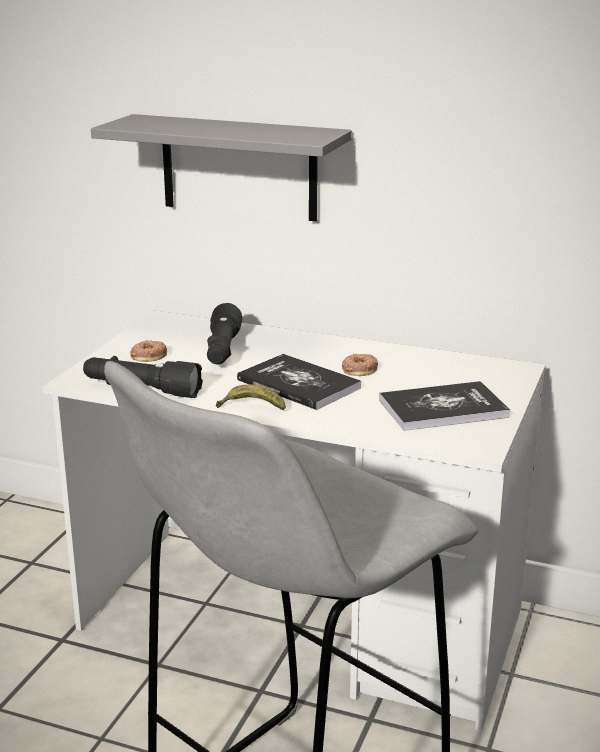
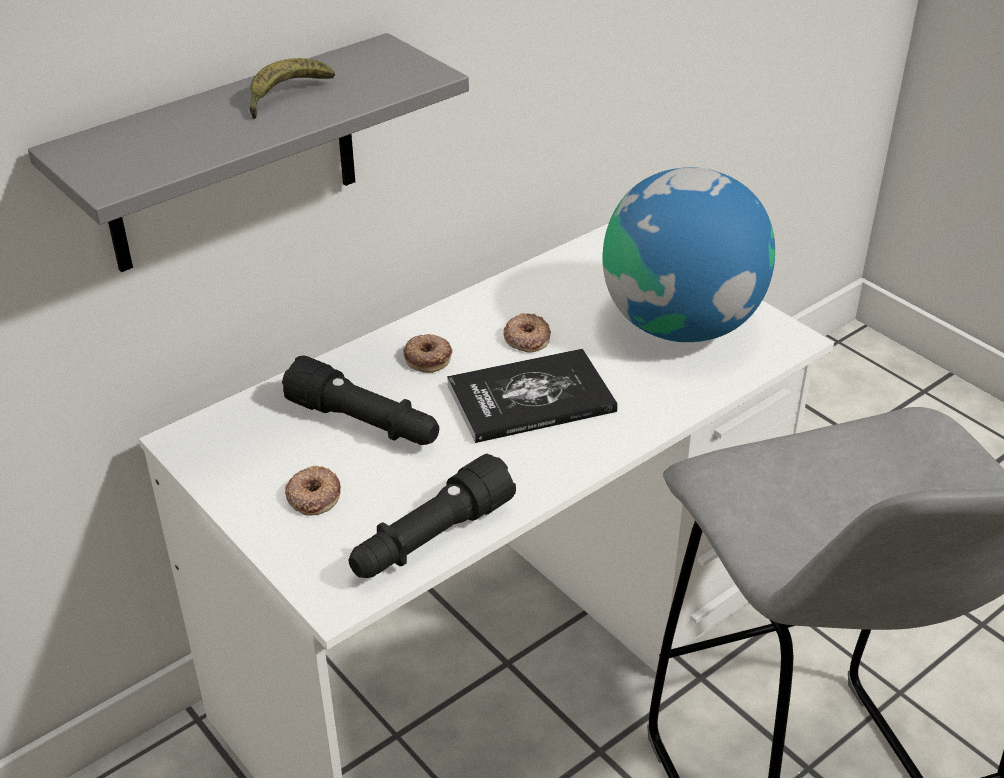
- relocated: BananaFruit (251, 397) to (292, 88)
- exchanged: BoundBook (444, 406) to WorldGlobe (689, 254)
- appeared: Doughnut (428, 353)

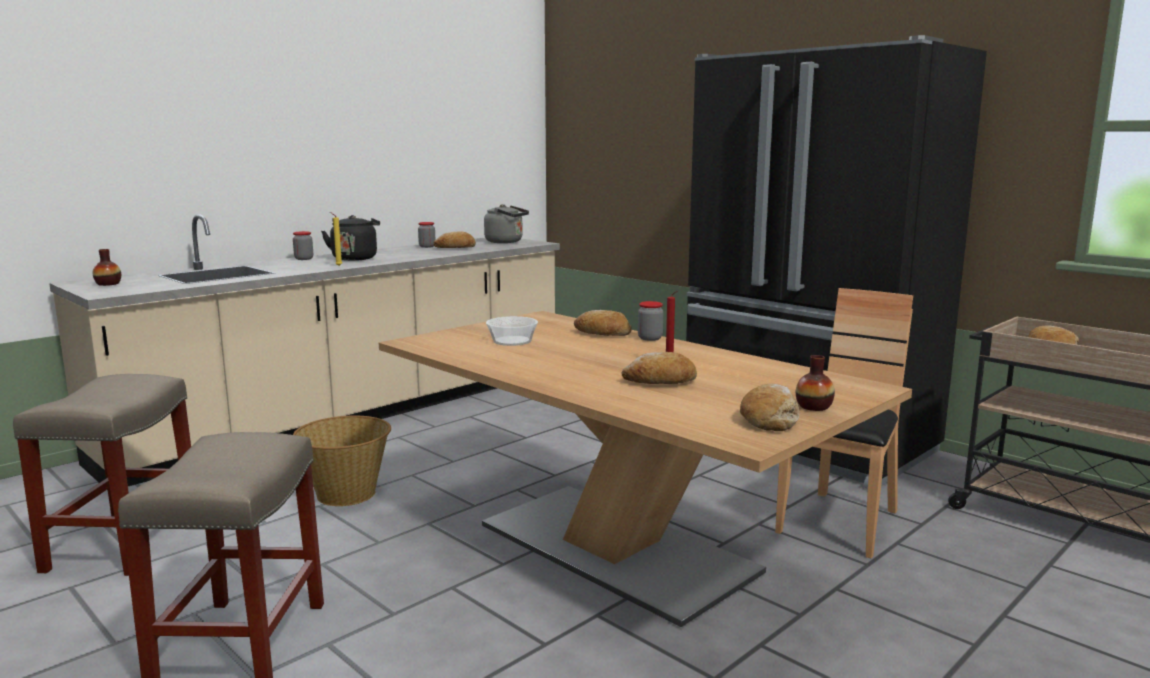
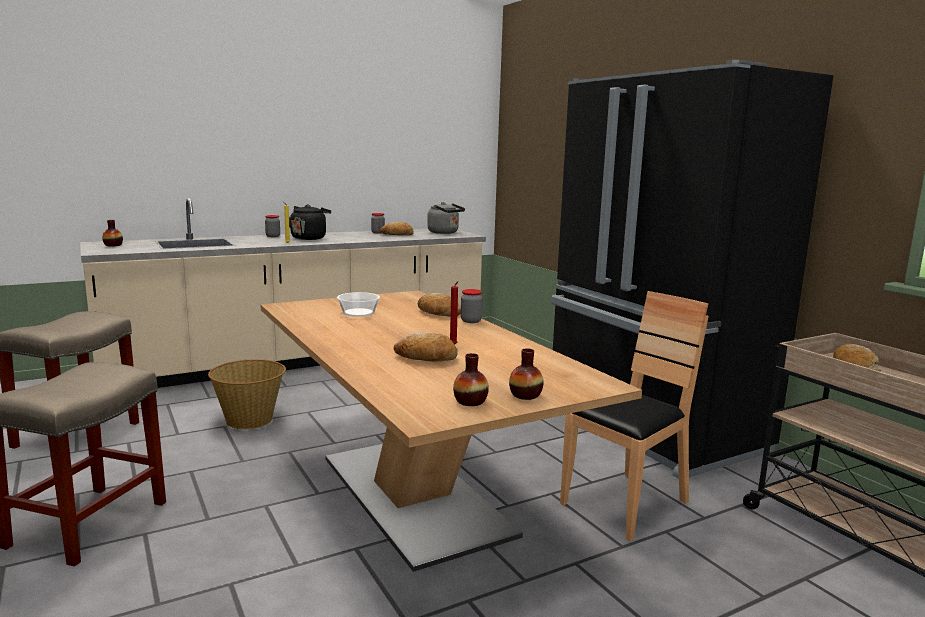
- exchanged: Bread (769, 407) to Vase (471, 379)

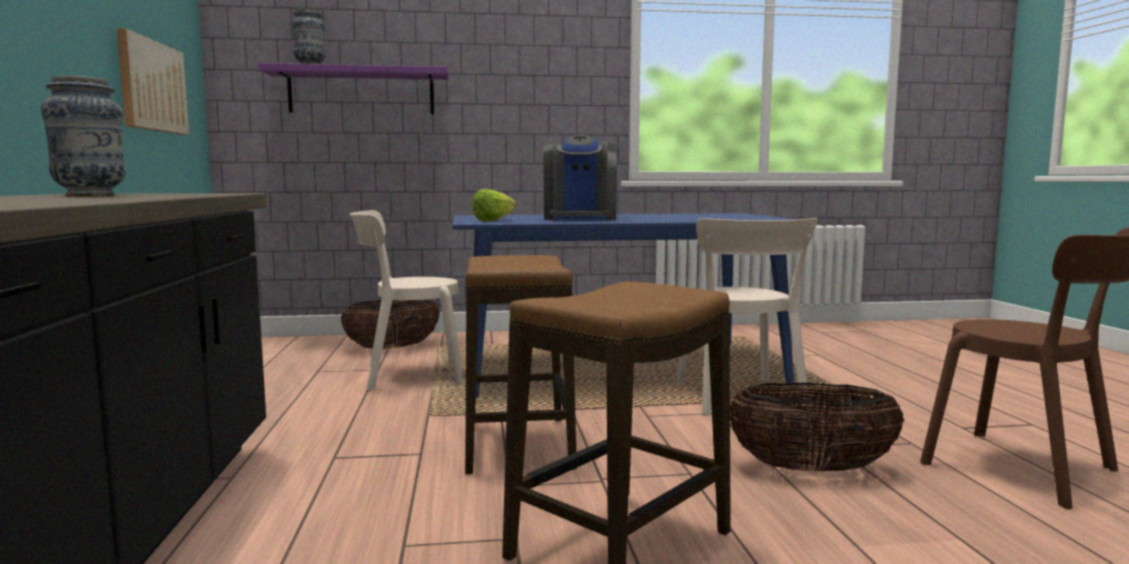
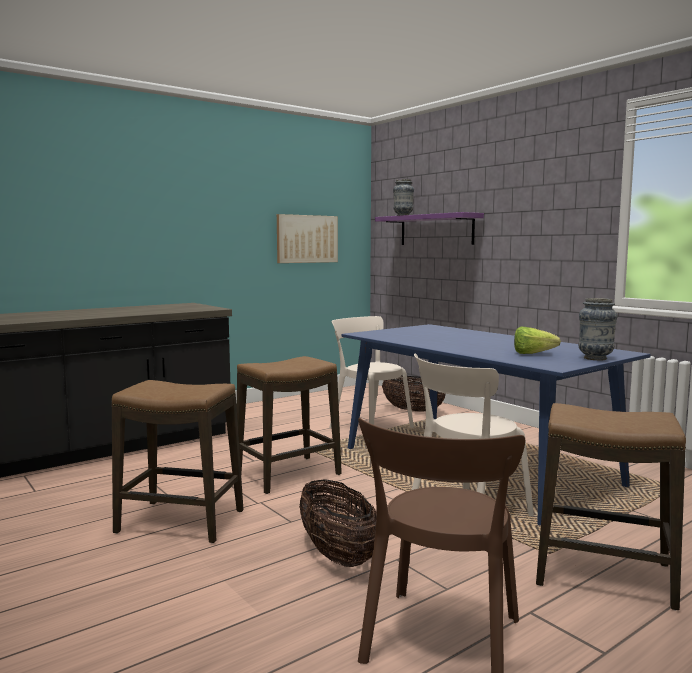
- relocated: Vase (83, 135) to (598, 329)
- relocated: LettuceHead (494, 205) to (537, 340)
- missing: CoffeeMachine (581, 177)
- appeared: SittingStool (611, 506)

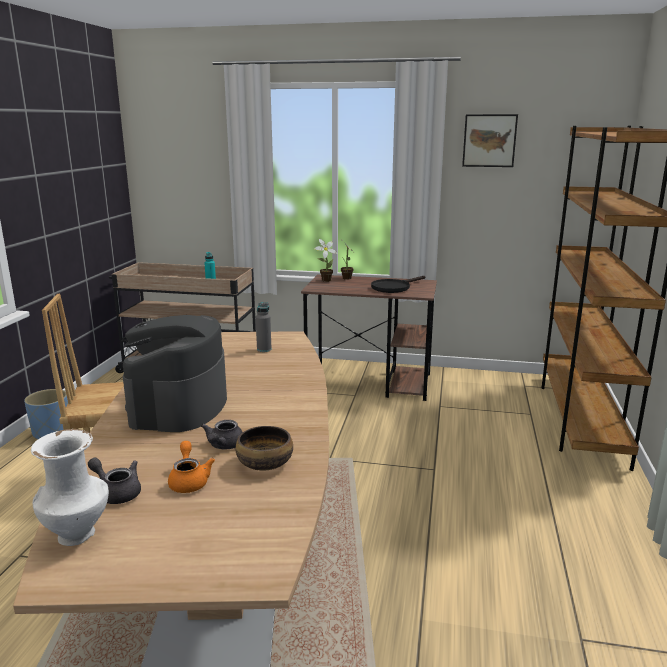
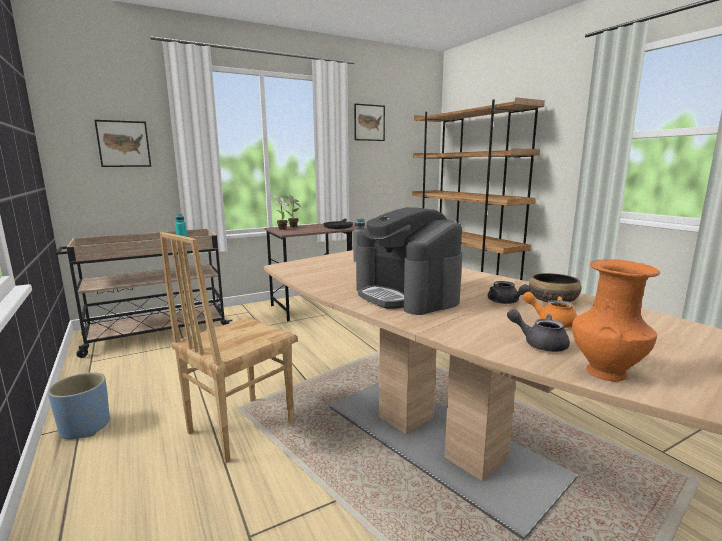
- colour: WhiteVase (70, 487) to OrangeVase (616, 320)
- spun: GrayTeaPot (114, 480) = (538, 330) 45 degrees clockwise
- appeared: WallArt (122, 143)

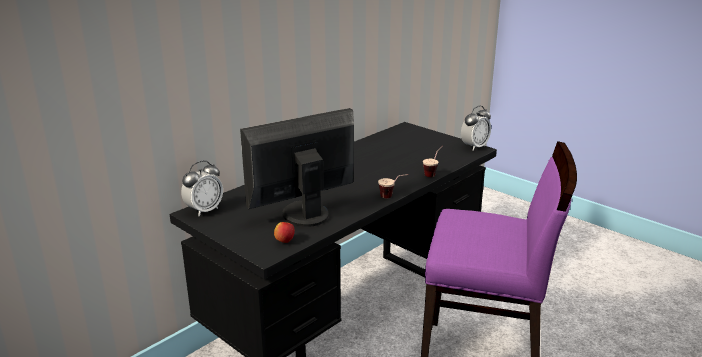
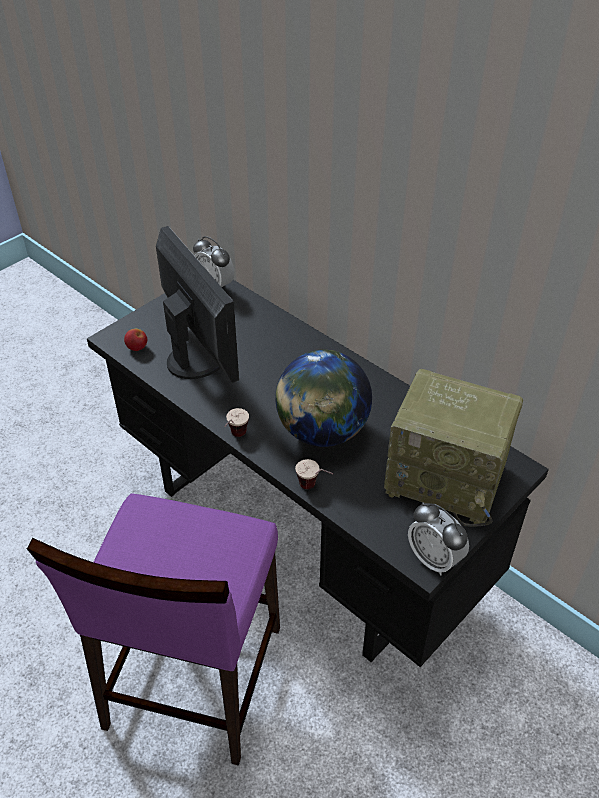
- appeared: WorldGlobe (323, 398)
- appeared: RadioReceiver (453, 448)

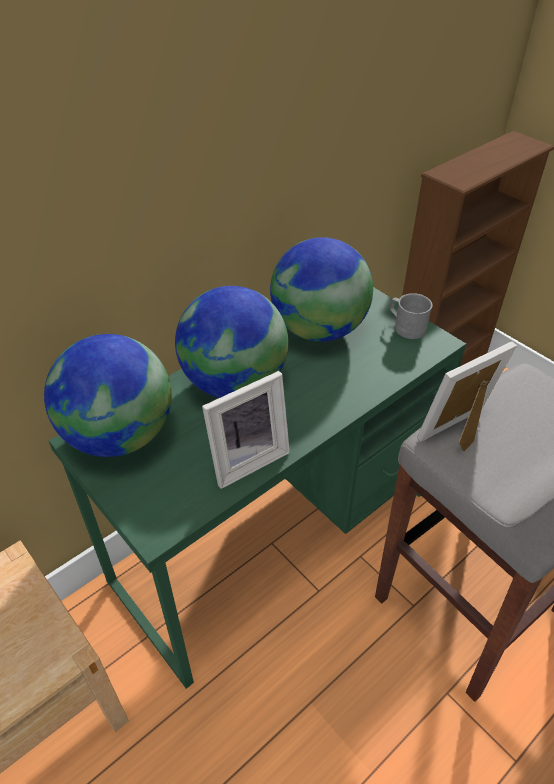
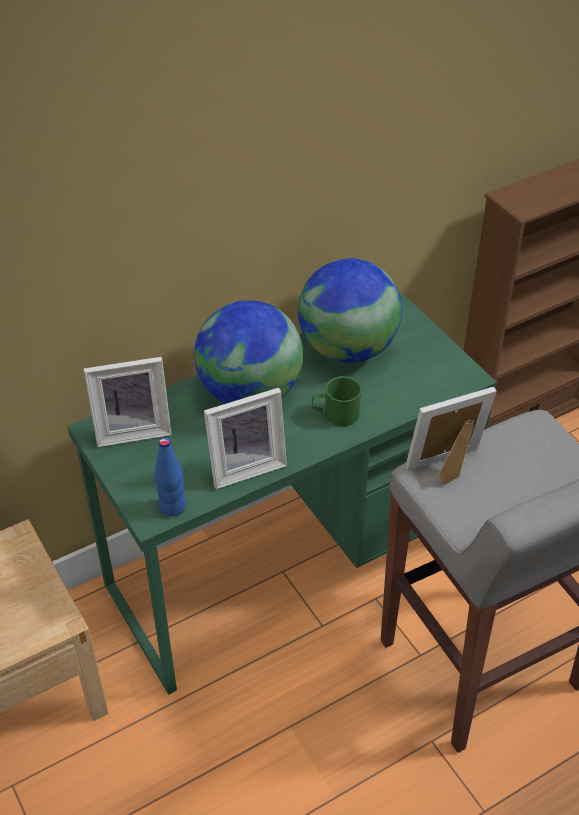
- exchanged: WorldGlobe (107, 395) to PictureFrame (128, 402)
- missing: GrayMug (411, 316)
- appeared: BlueDrinkBottle (170, 477)
- appeared: GreenishMug (337, 401)

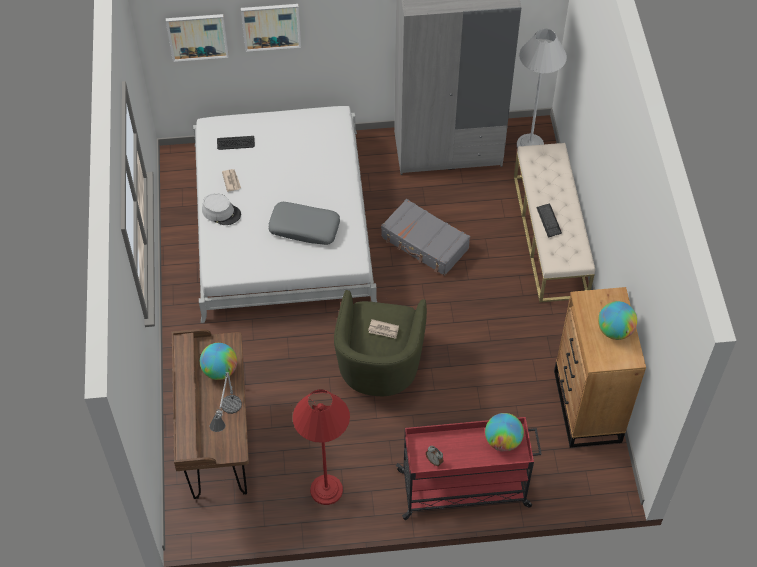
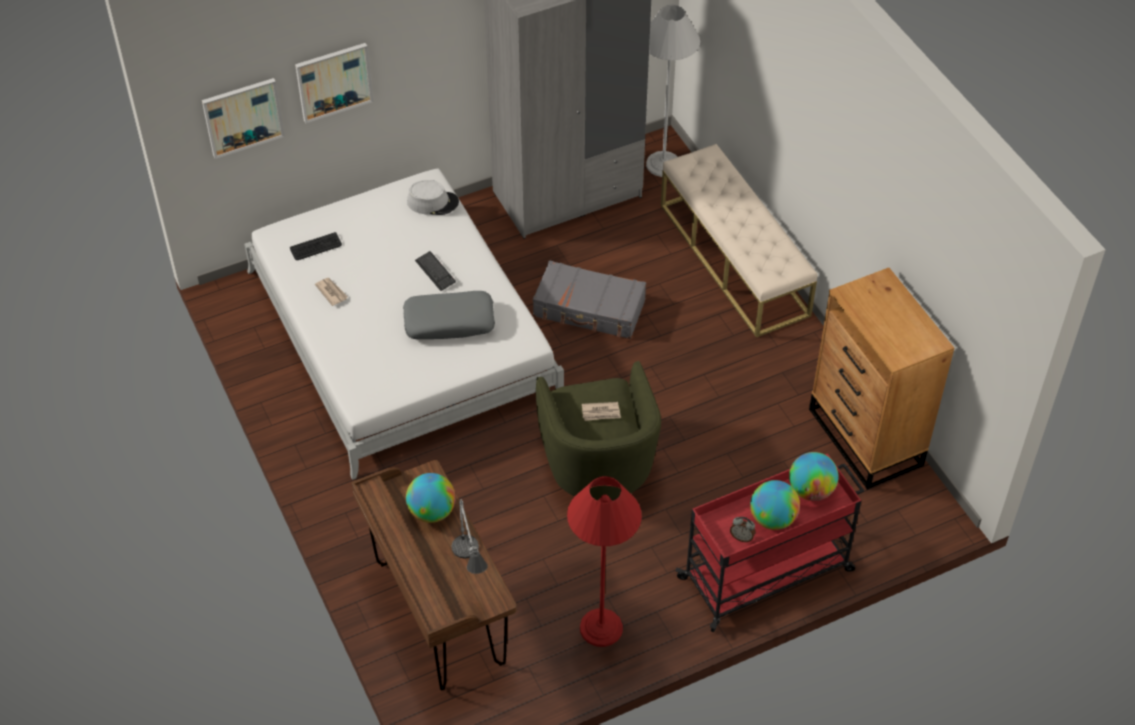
- relocated: GrayHat (221, 209) to (433, 197)
- relocated: ComputerKeyboard (549, 220) to (435, 271)
- relocated: WorldGlobe (617, 320) to (775, 505)

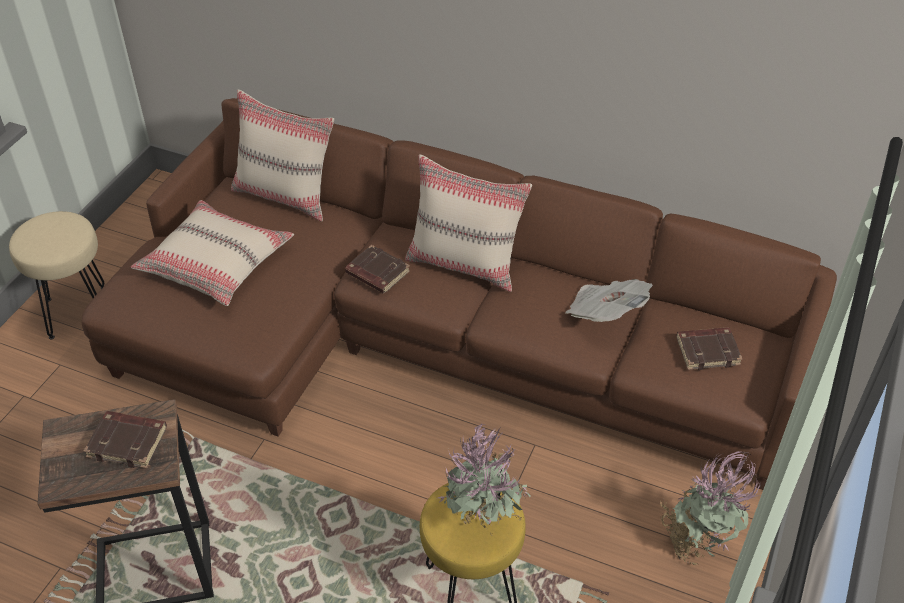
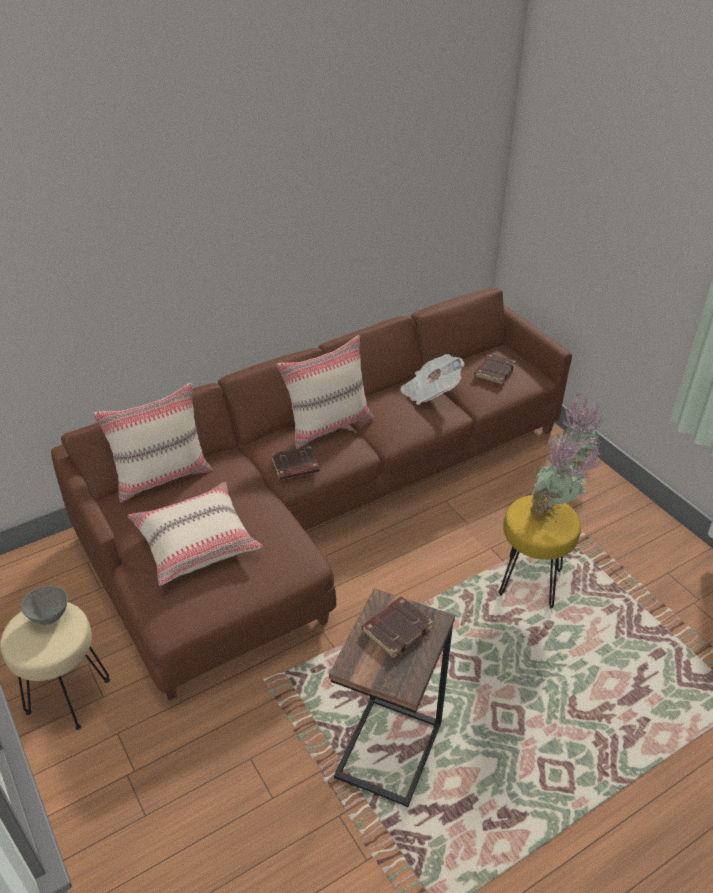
- appeared: GrayDeepDish (44, 605)

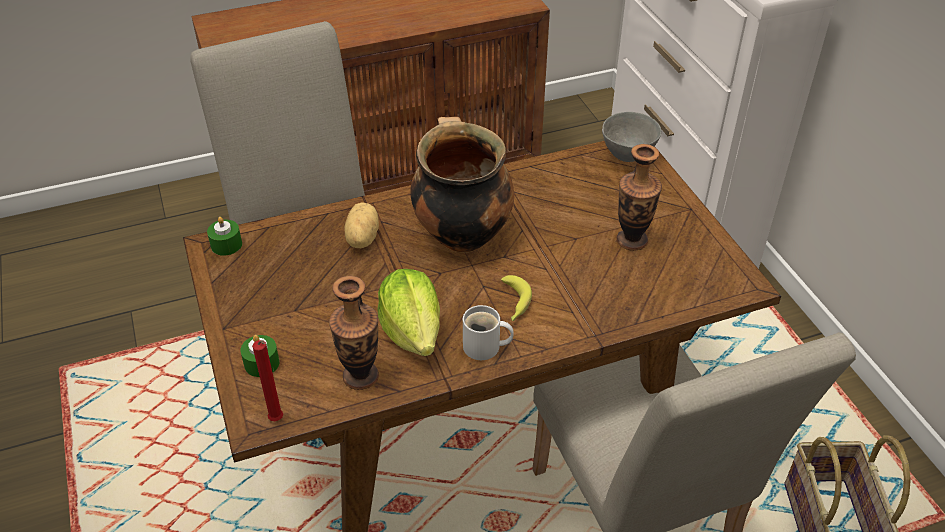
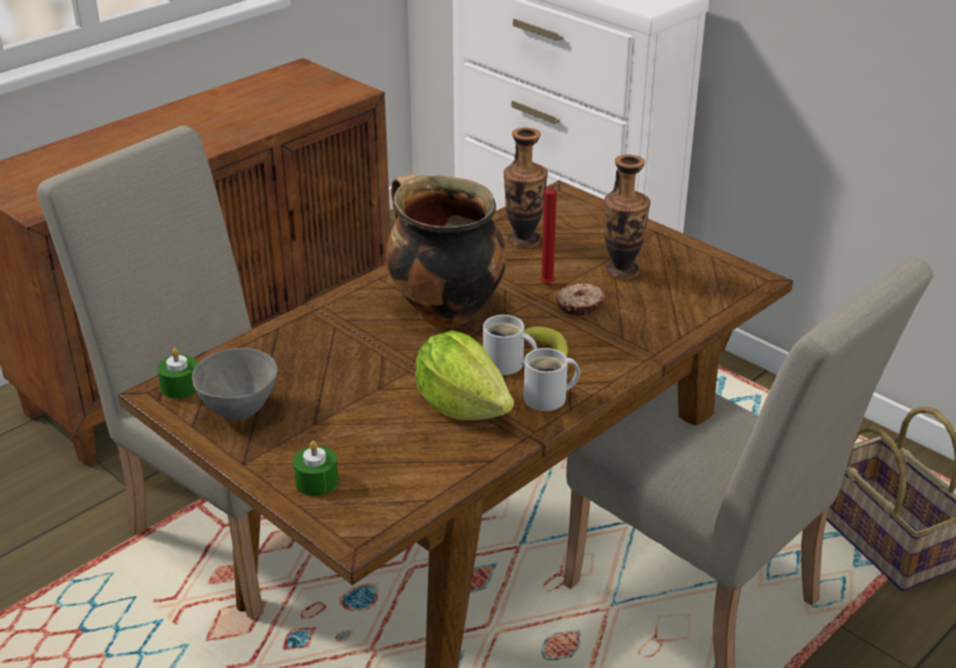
- relocated: ReddishWaxLight (267, 380) to (551, 233)
- relocated: Vase (354, 333) to (526, 188)
- missing: Potato (361, 225)
- relocated: GrayDeepDish (631, 137) to (235, 384)
- appeared: WhiteMug (510, 345)
- appeared: Doughnut (580, 299)

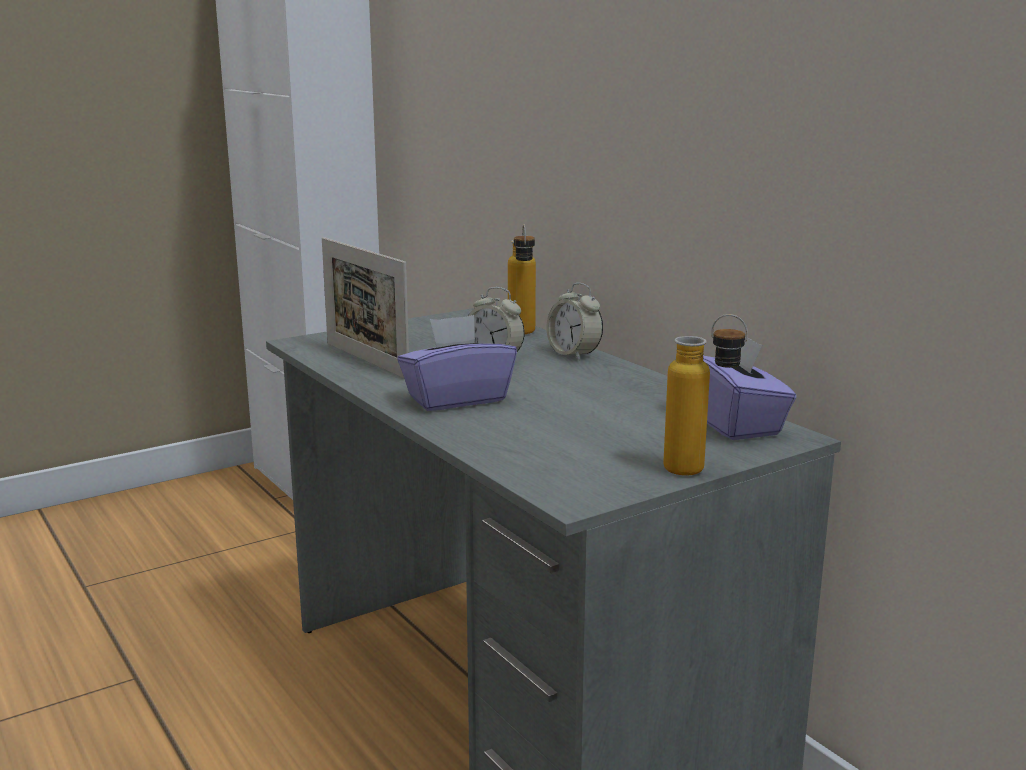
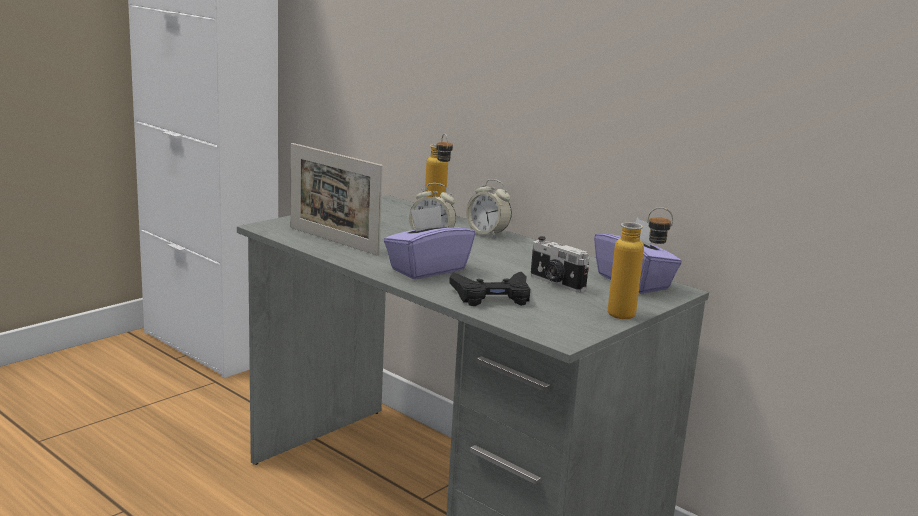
- appeared: BlackishGamepad (489, 289)
- appeared: PhotoCamera (559, 264)

